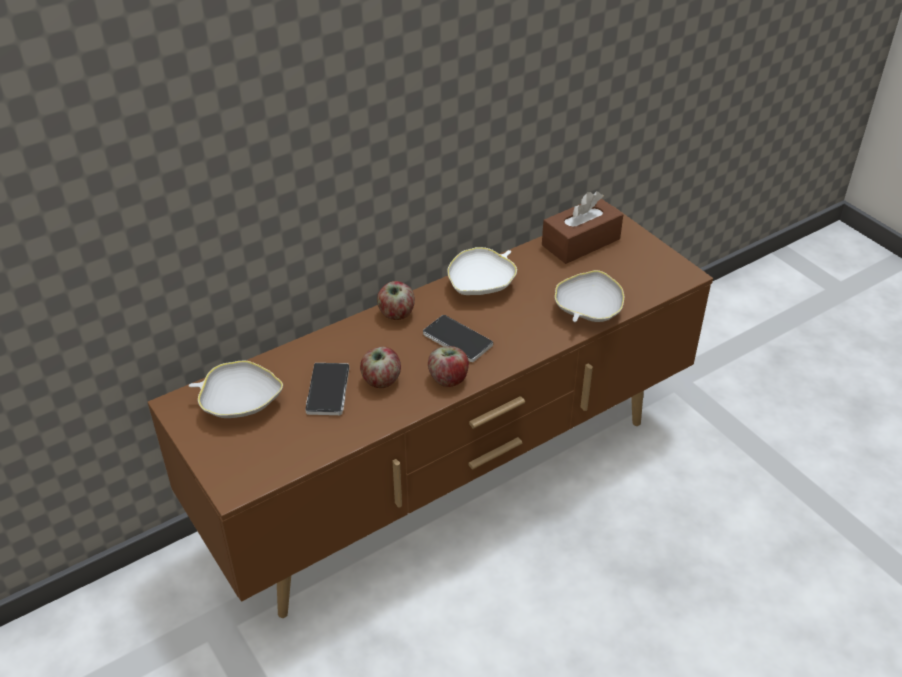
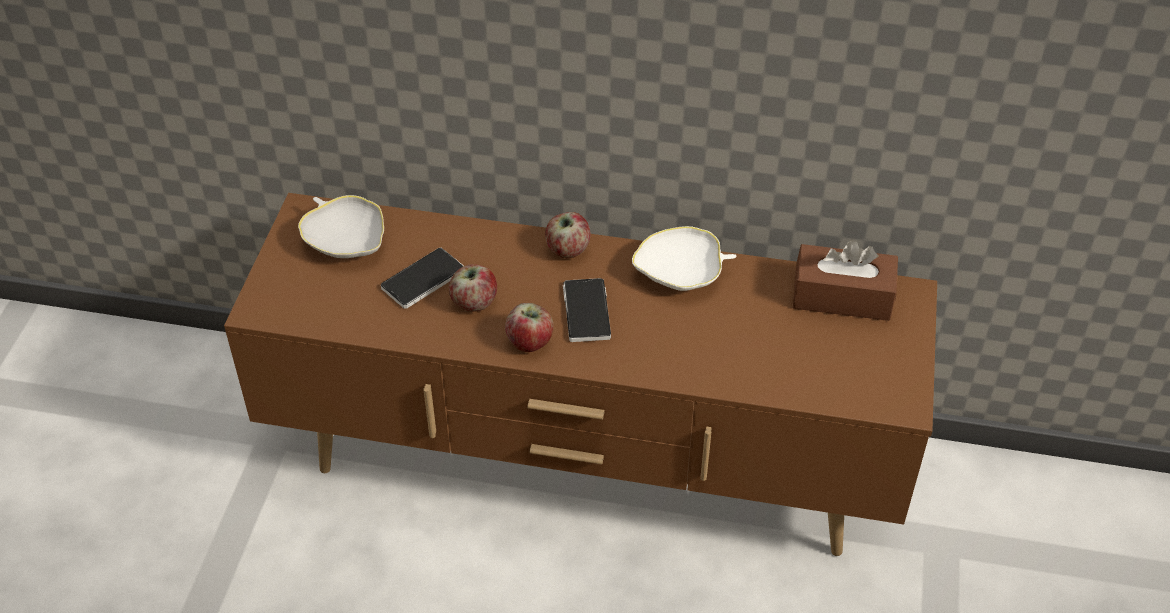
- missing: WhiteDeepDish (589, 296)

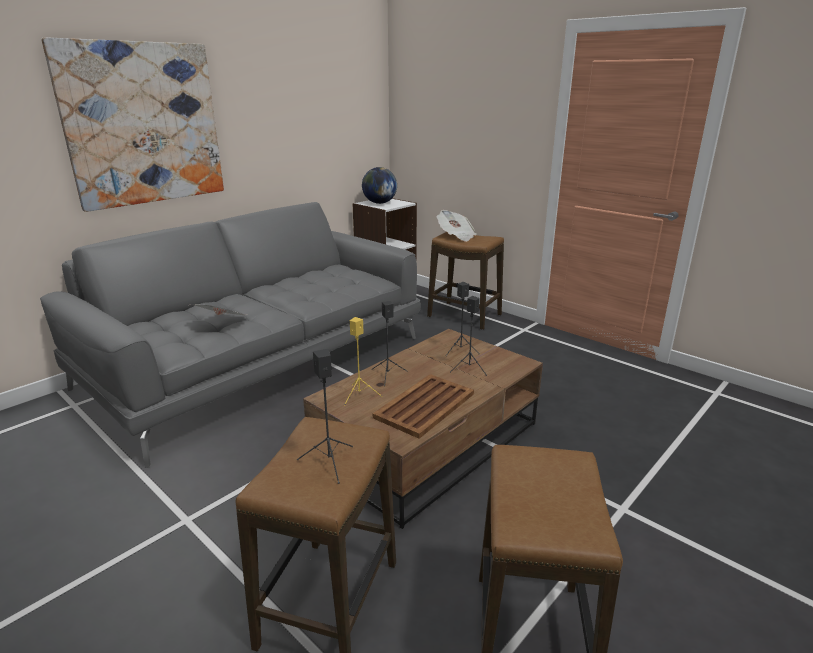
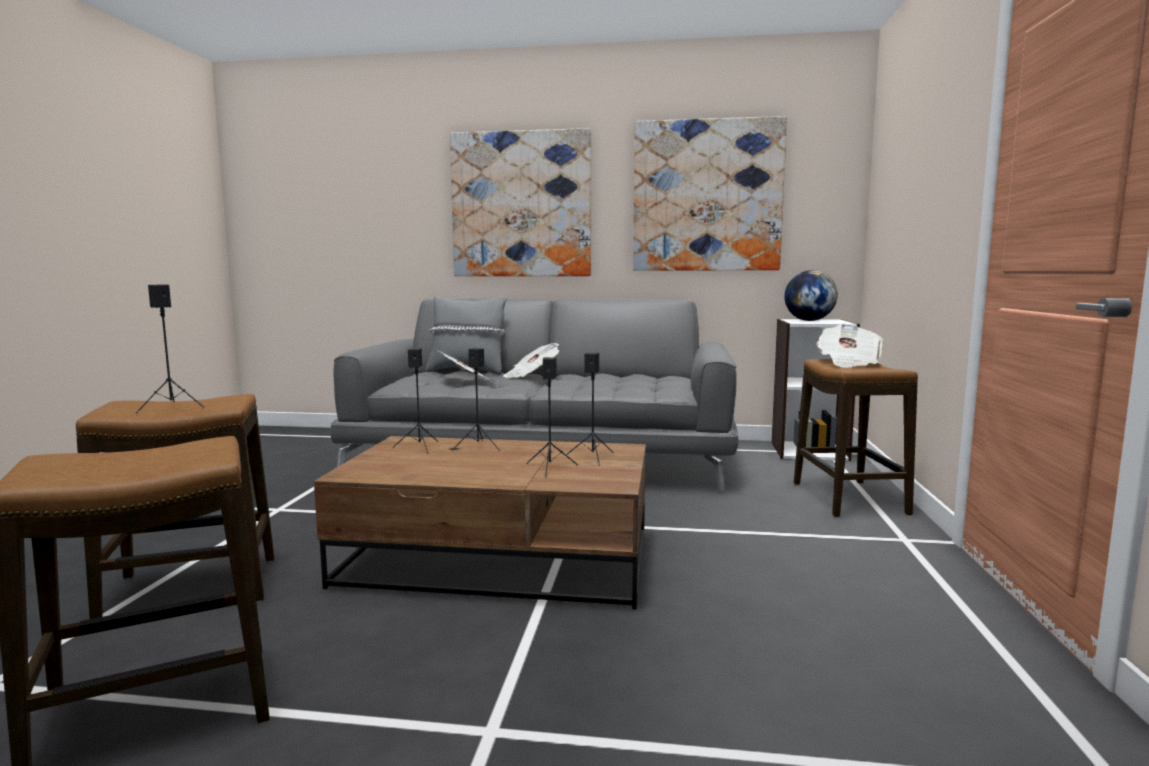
- colour: YellowColouredAudioSpeaker (363, 361) to BlackishAudioSpeaker (416, 401)
- missing: BrownishServingTray (423, 406)
- appeared: GrayThrowPillow (466, 335)
- appeared: PrintedPaper (531, 360)
- appeared: WallArt (710, 193)

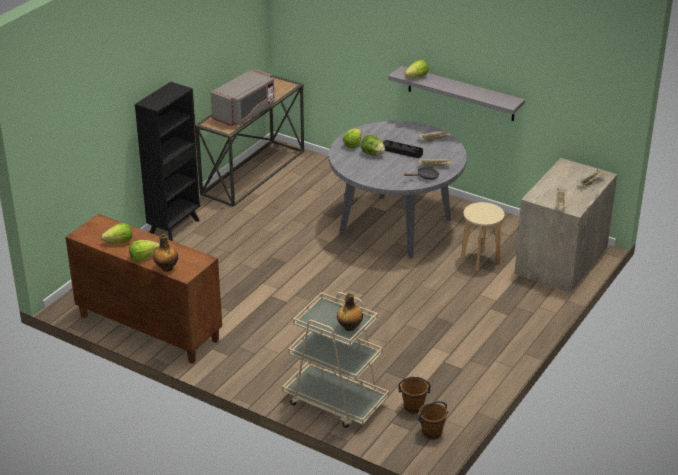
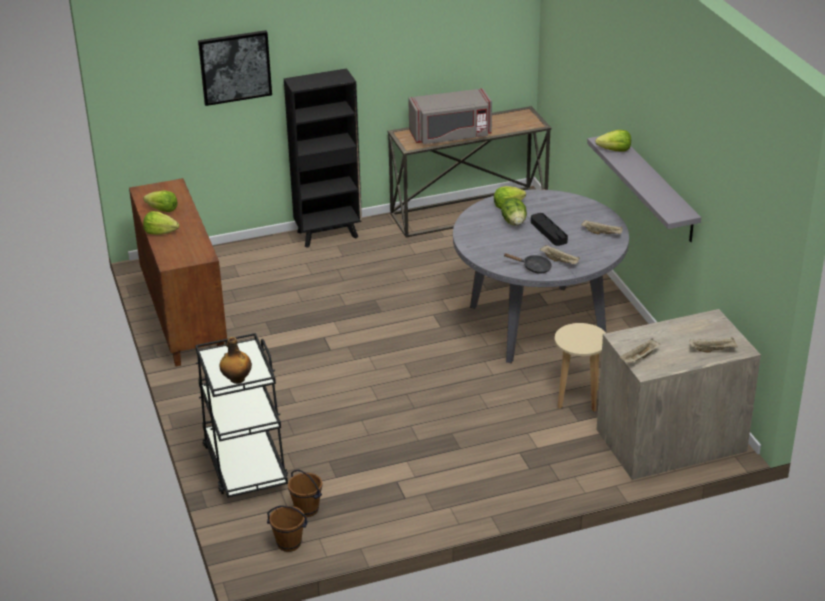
- missing: DrinkBottle (165, 253)
- colour: SandColouredCart (335, 360) to BlackishCart (241, 415)
- appeared: WallArt (235, 68)

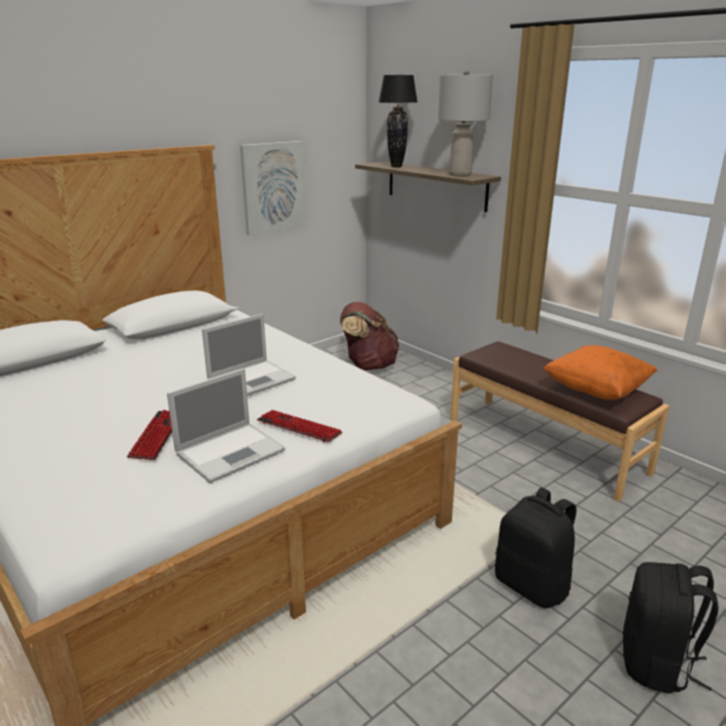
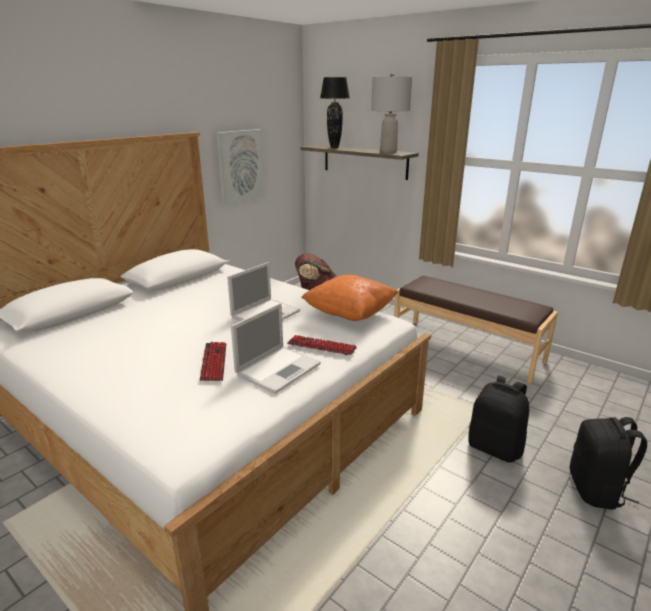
- relocated: OrangeThrowPillow (600, 372) to (350, 298)

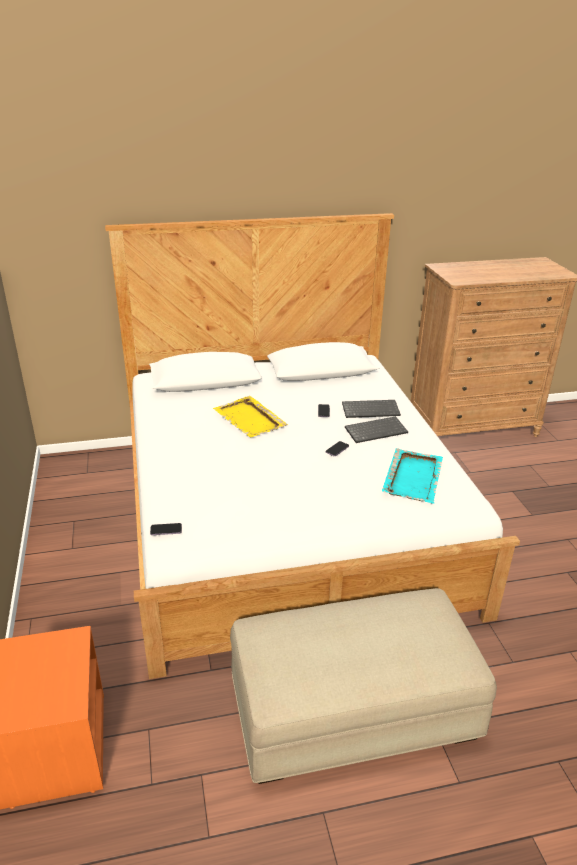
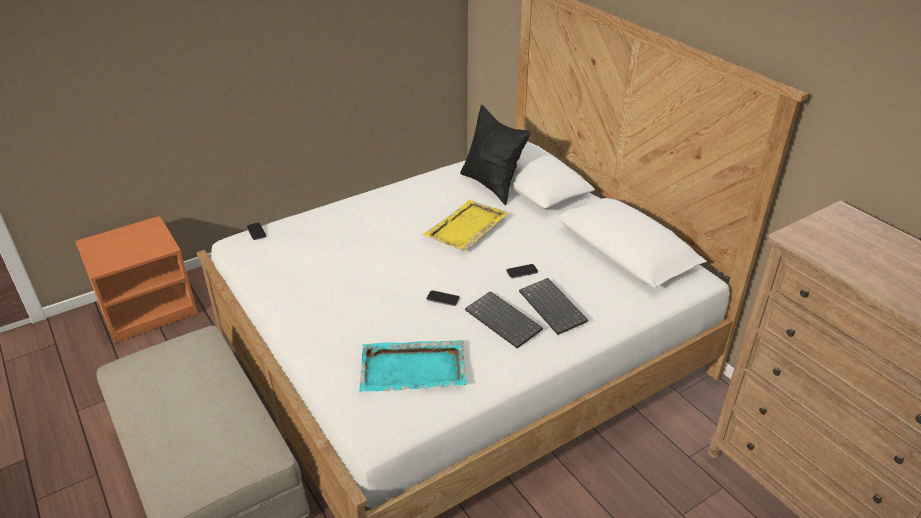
- appeared: BlackishThrowPillow (495, 155)

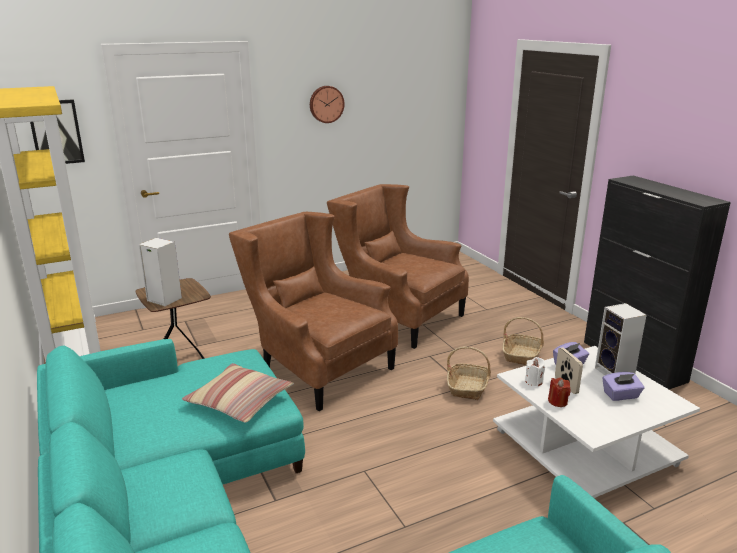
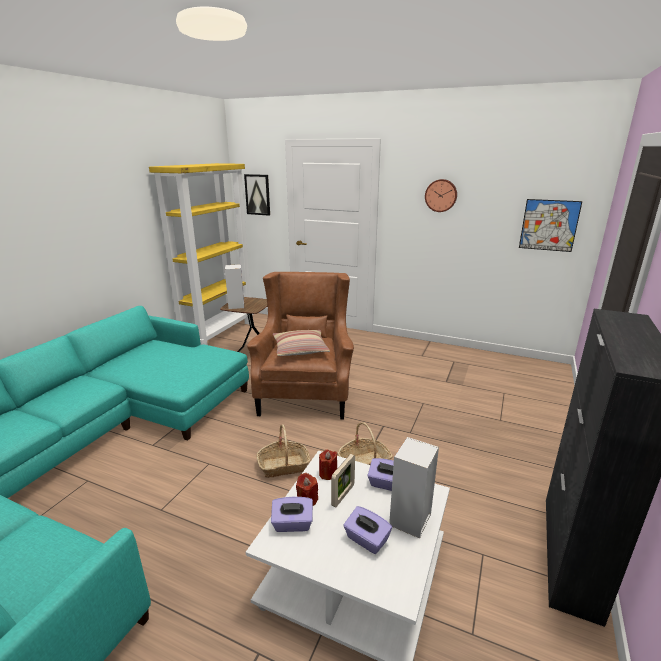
- relocated: ThrowPillow (238, 393) to (301, 343)
- missing: BrownishArmchair (398, 266)
- relocated: Basket (523, 341) to (283, 451)
- colour: WhiteWaxLight (535, 371) to ReddishWaxLight (328, 465)
- appeared: PurplishTissueBox (292, 514)
- appeared: WallArt (550, 225)

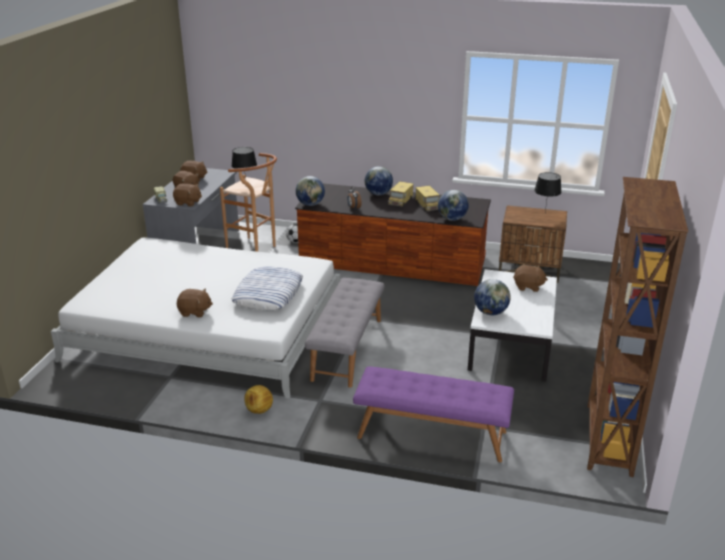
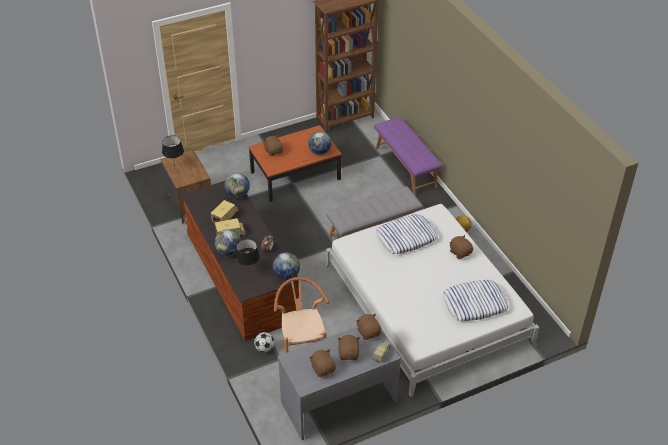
- relocated: BlackishTableLamp (244, 163) to (247, 254)
- colour: WhiteCoffeeTable (512, 325) to BrownishCoffeeTable (295, 163)
- appeared: ThrowPillow (475, 300)

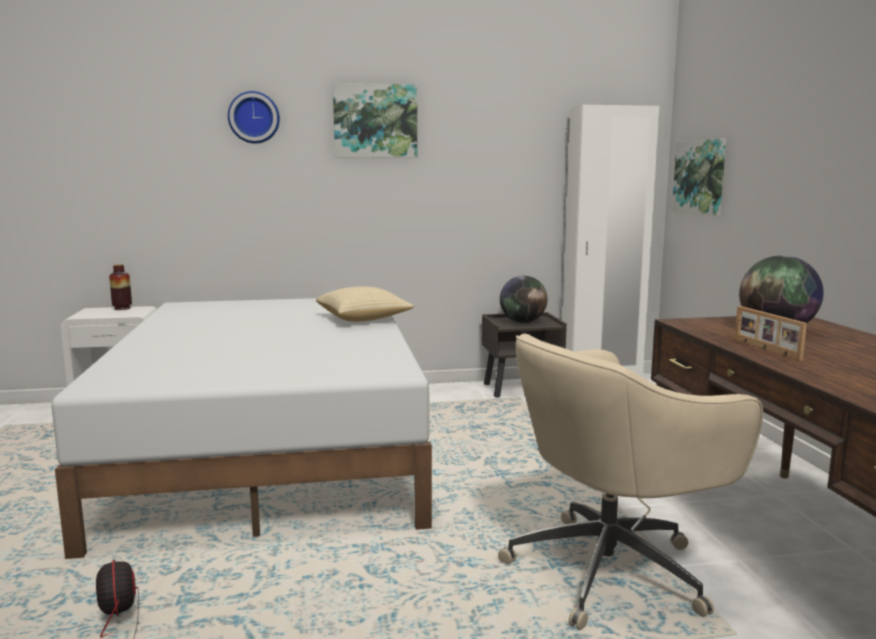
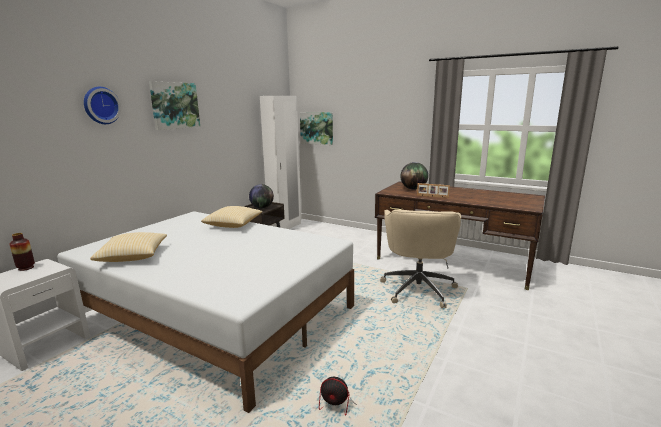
- appeared: ThrowPillow (128, 247)

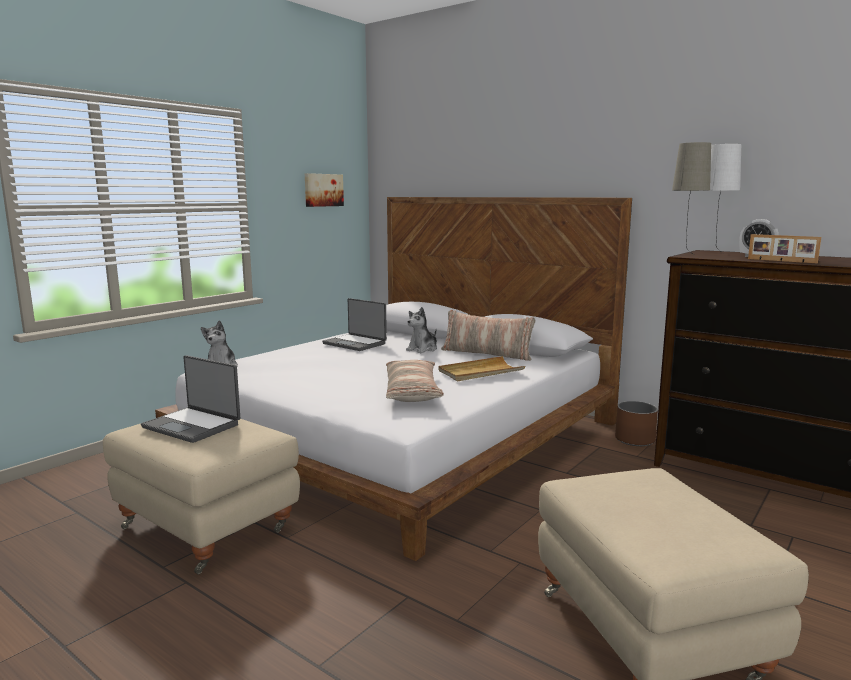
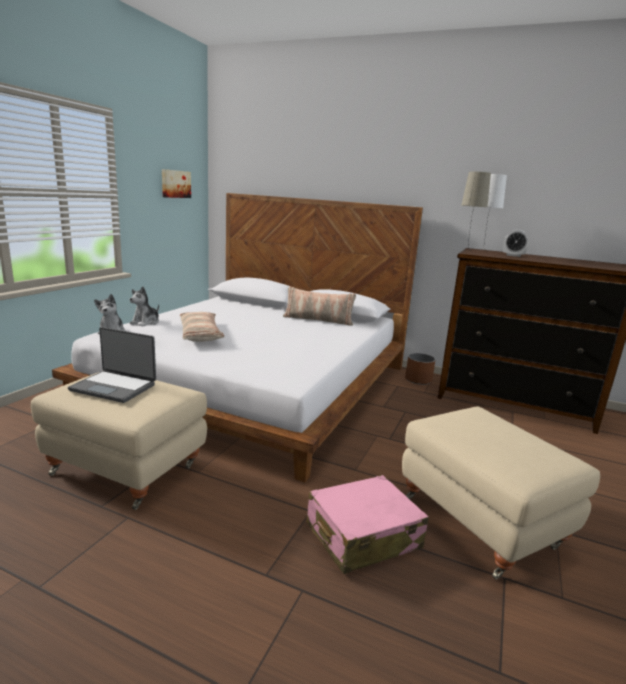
- missing: NotebookComputer (354, 324)
- relocated: ThrowPillow (415, 381) to (202, 327)
- relocated: SoftToy (421, 330) to (144, 306)
- missing: SandColouredServingTray (482, 368)
- missing: PictureFrame (784, 248)
- appeared: PinkishTravelCase (367, 524)

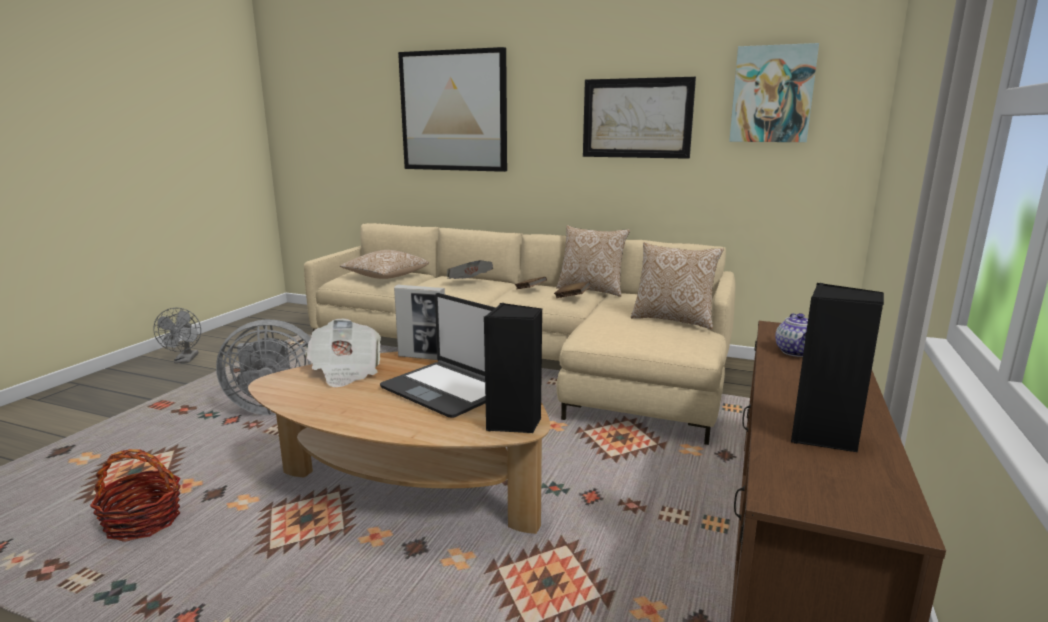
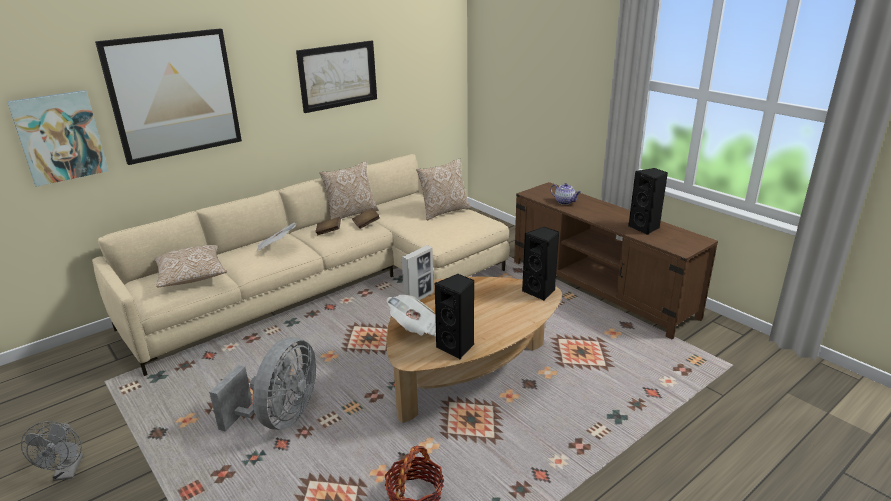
- spun: GrayCoolingFan (177, 335) = (52, 451) 60 degrees clockwise
- missing: NotebookComputer (438, 355)
- relocated: WallArt (774, 92) to (58, 138)
- appeared: BlackishAudioSpeaker (454, 316)

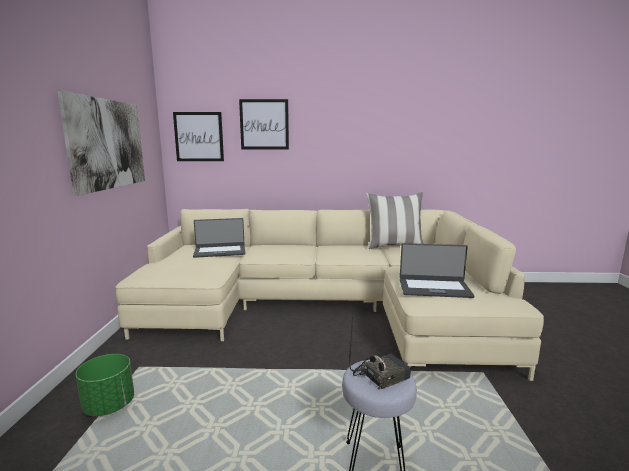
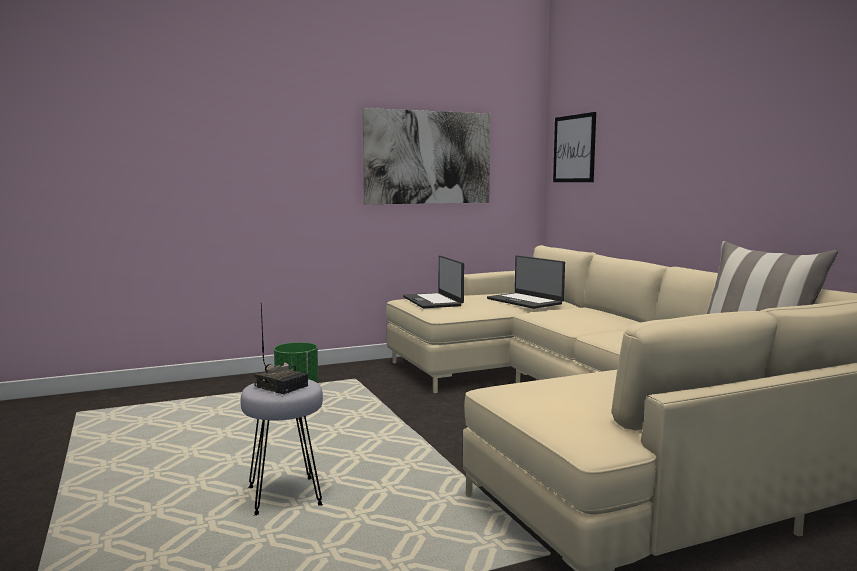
- missing: WallArt (264, 124)
- relocated: NotebookComputer (437, 270) to (433, 282)

